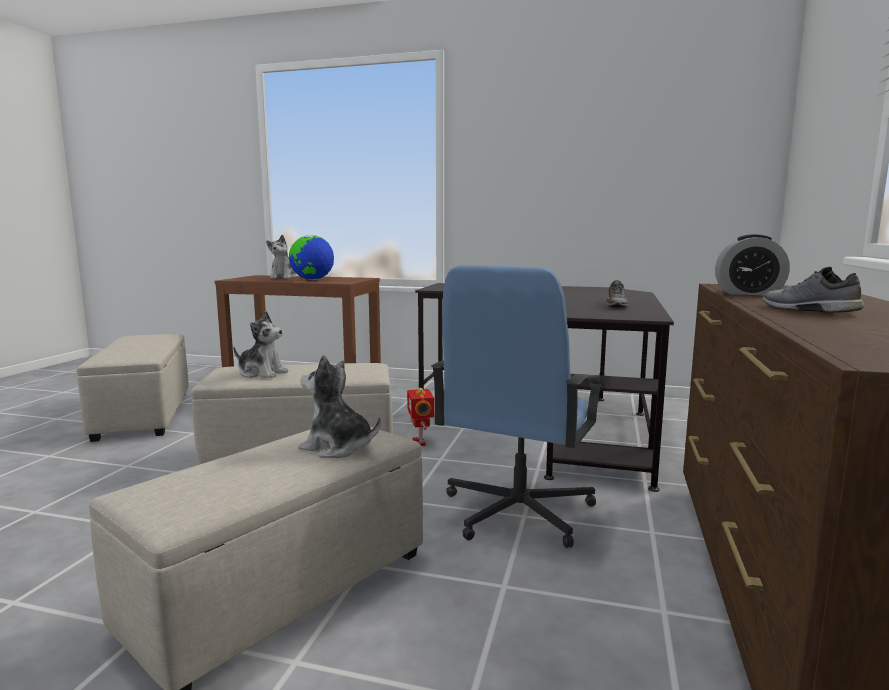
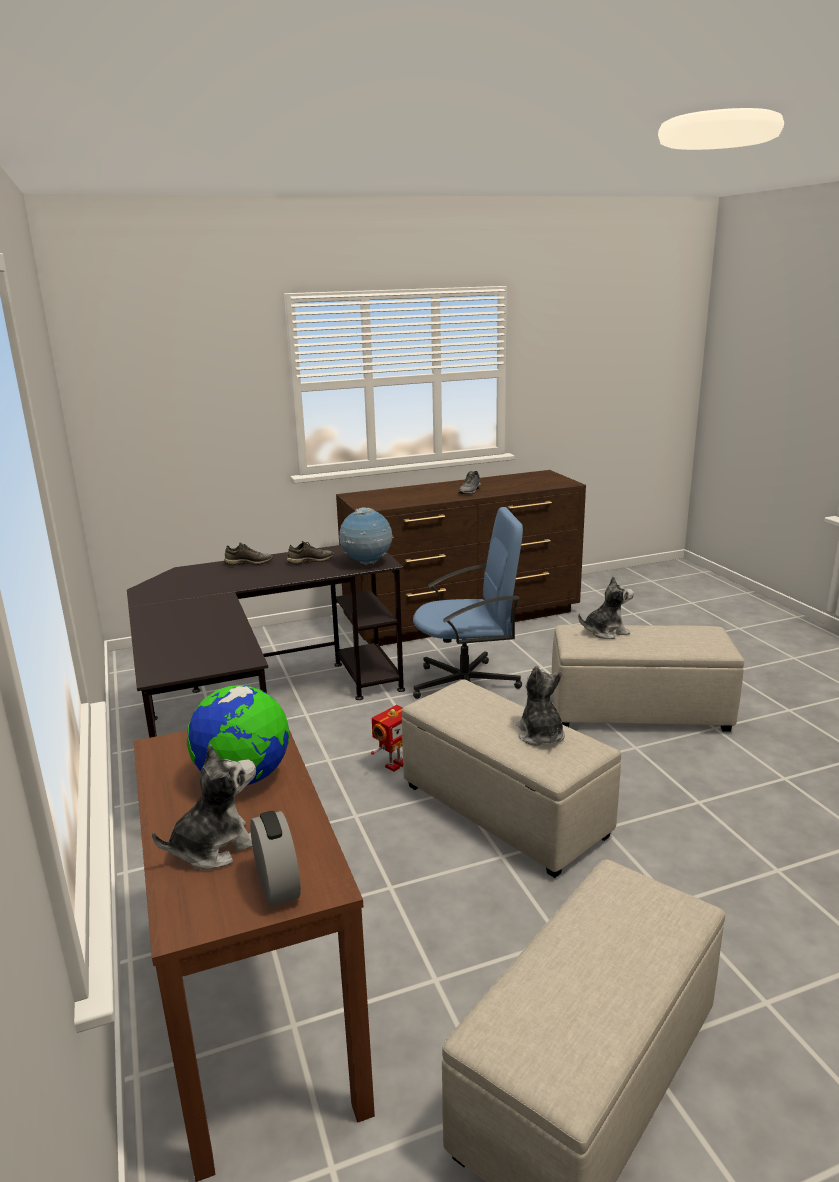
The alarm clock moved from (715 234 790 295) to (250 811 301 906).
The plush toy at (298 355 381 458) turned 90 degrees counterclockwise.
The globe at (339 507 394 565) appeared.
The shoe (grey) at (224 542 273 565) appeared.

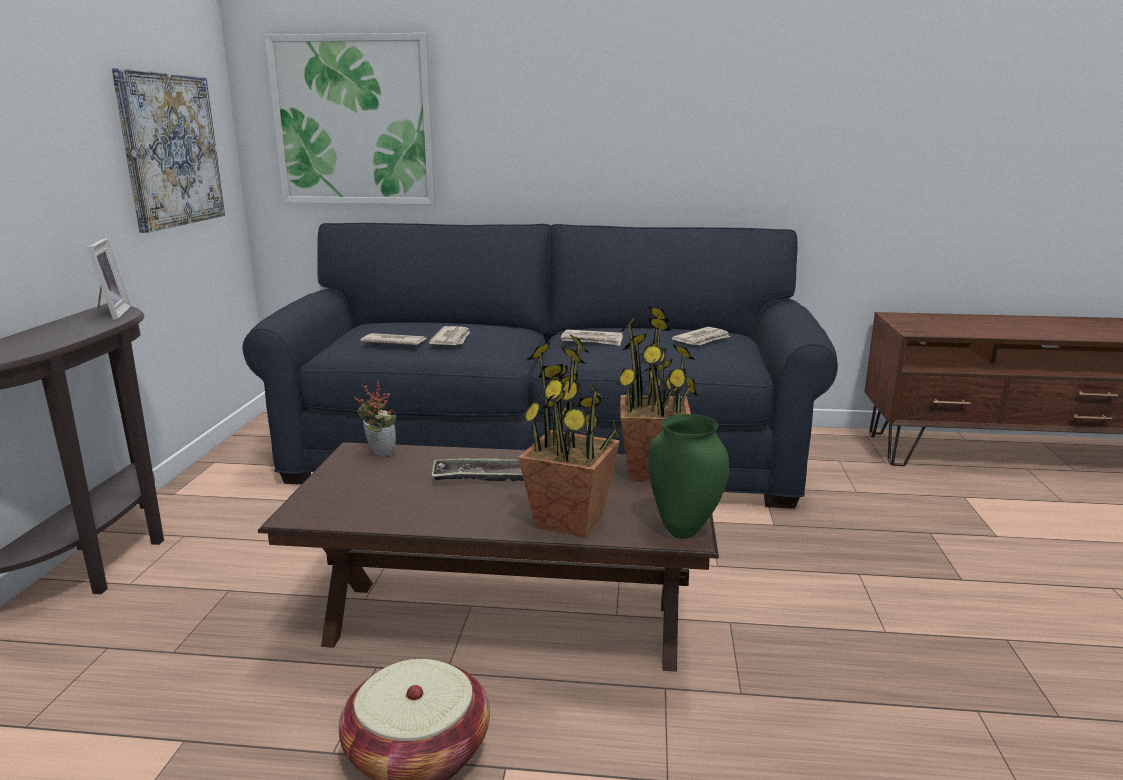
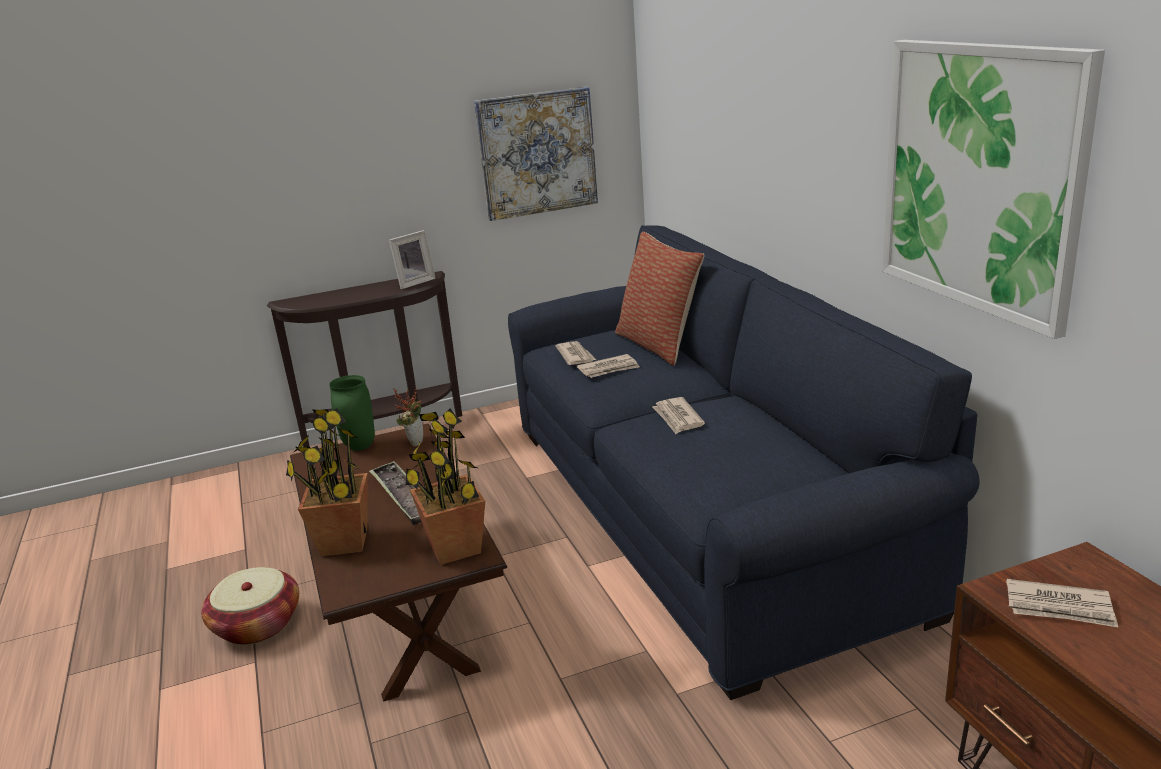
The picture moved from (265 33 436 204) to (882 40 1105 339).
The newspaper moved from (672 327 730 345) to (1006 579 1118 627).
The vase (green) moved from (648 414 729 539) to (329 375 375 451).
The pillow at (615 231 704 366) appeared.

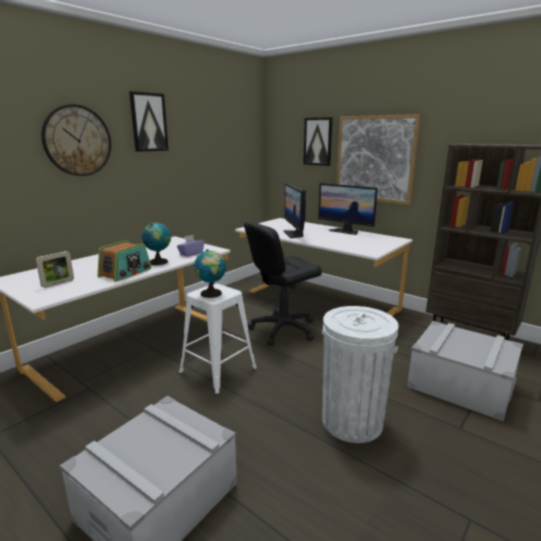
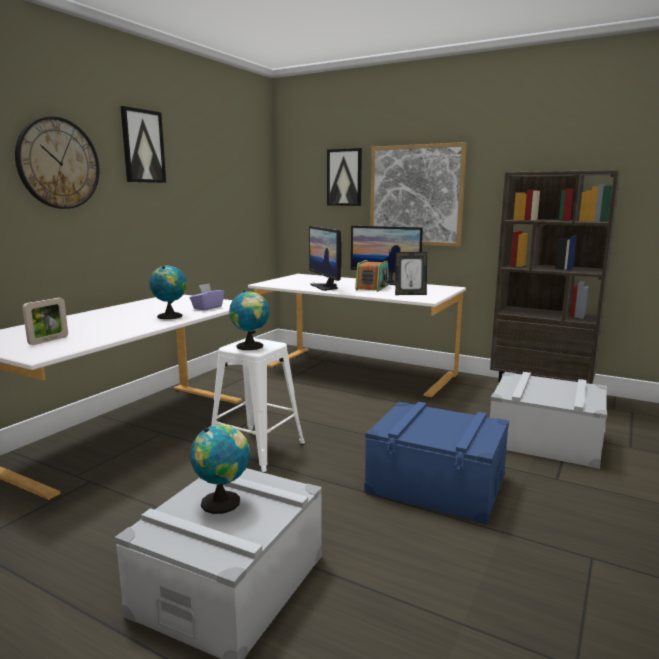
The office chair (black) at (244 221 322 345) disappeared.
The radio moved from (98 240 151 282) to (355 260 391 292).
The trash can (white) at (322 306 399 443) was replaced by the storage box (blue) at (364 402 509 524).
The picture frame at (395 252 427 295) appeared.
The globe at (190 424 250 514) appeared.

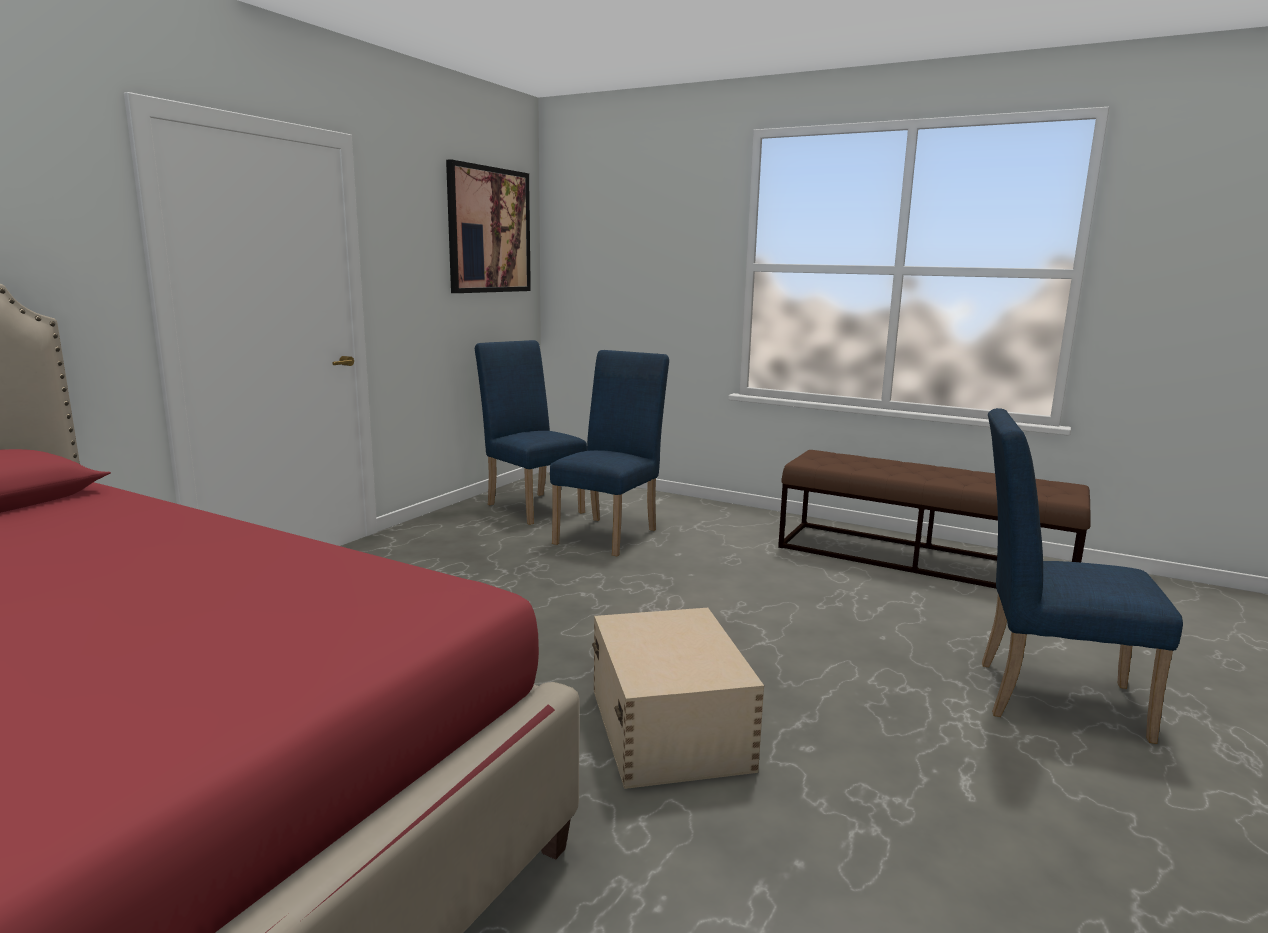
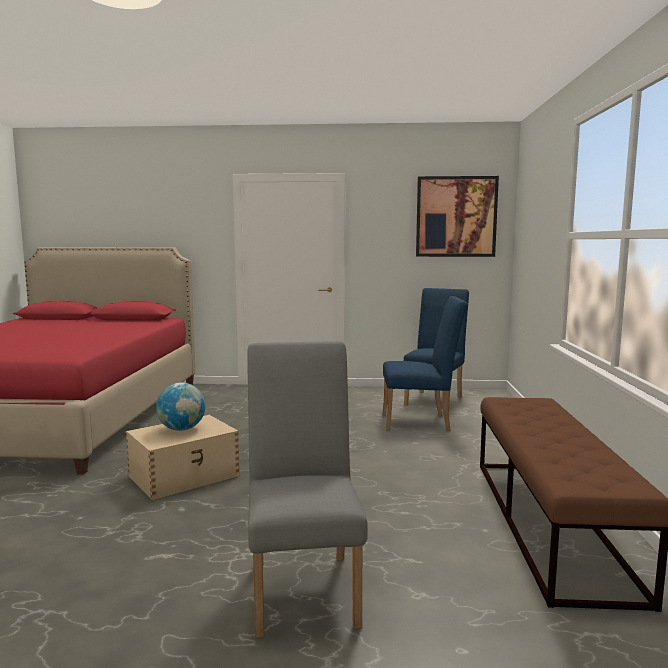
The chair (blue) at (982 408 1183 744) became the chair (grey) at (247 341 368 638).
The globe at (156 383 206 431) appeared.

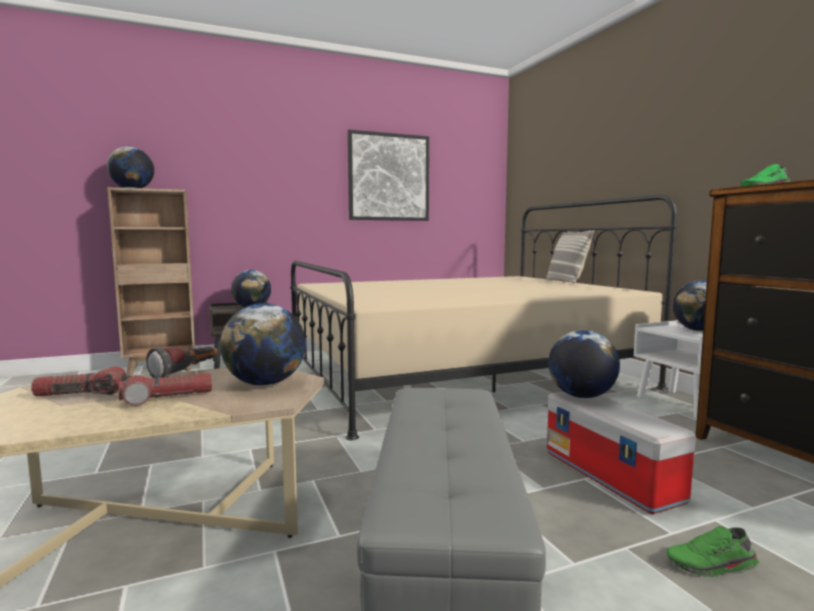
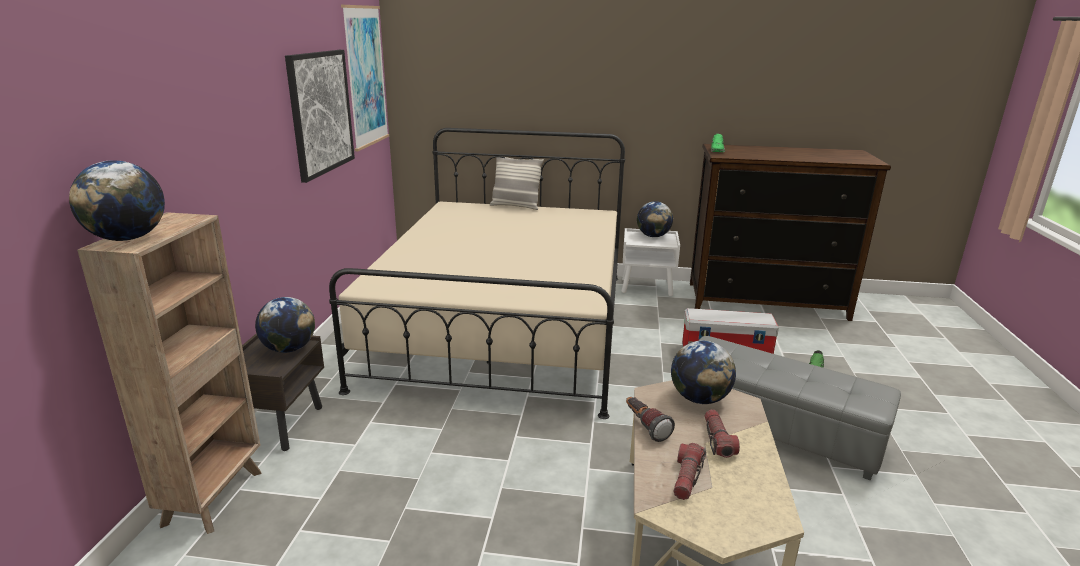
The globe at (548 330 620 398) disappeared.
The picture at (341 5 389 151) appeared.

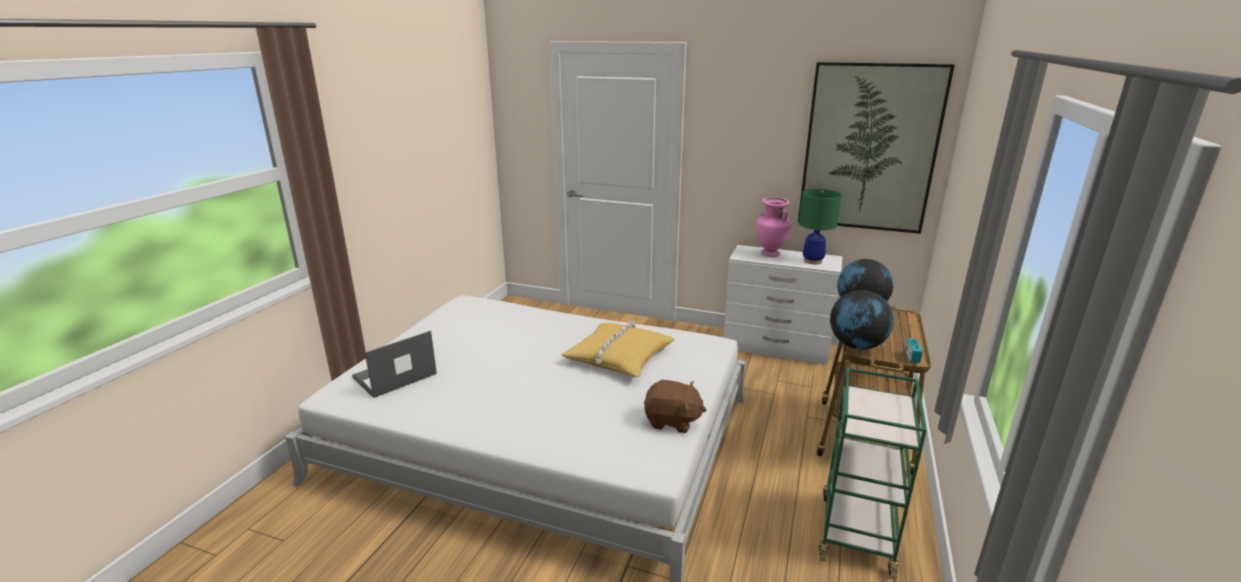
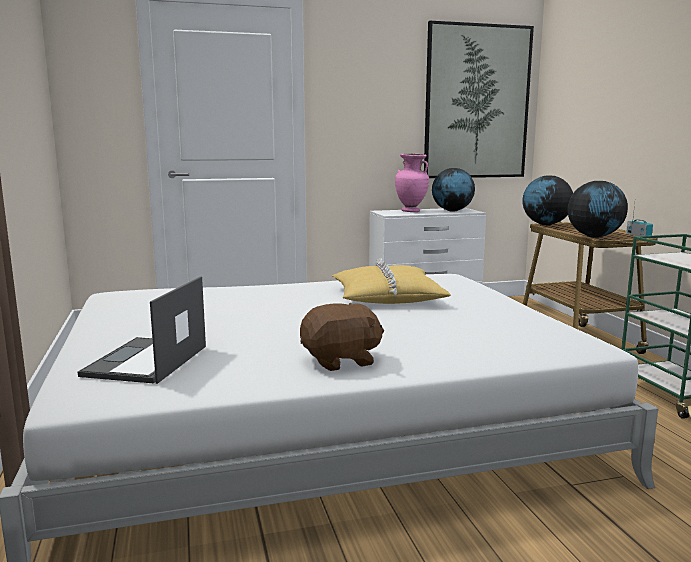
The table lamp (green) at (799 189 842 264) was replaced by the globe at (432 168 475 211).
The plush toy (brown) moved from (644 380 706 433) to (300 303 384 371).

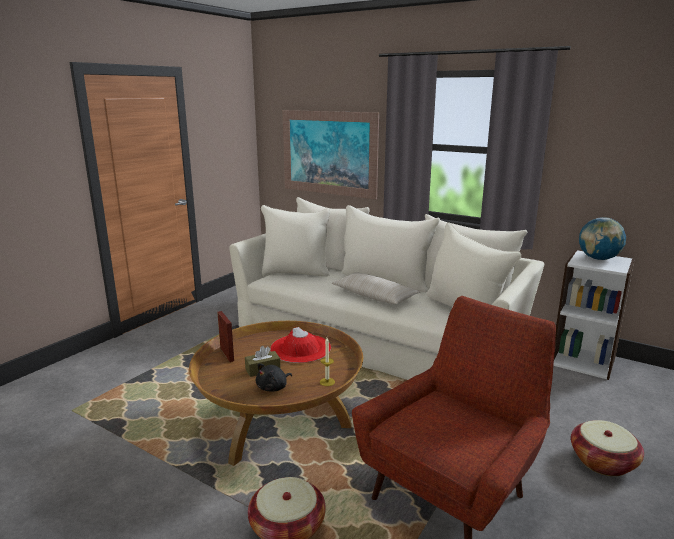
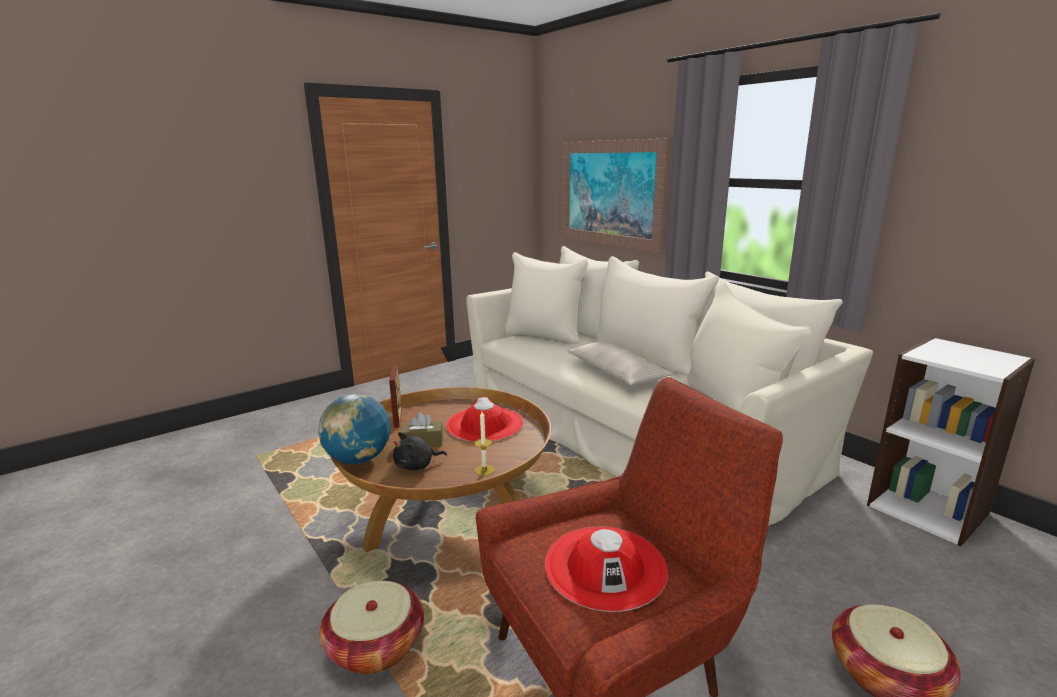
The globe moved from (579 217 626 260) to (318 394 391 464).
The hat (red) at (545 527 668 612) appeared.

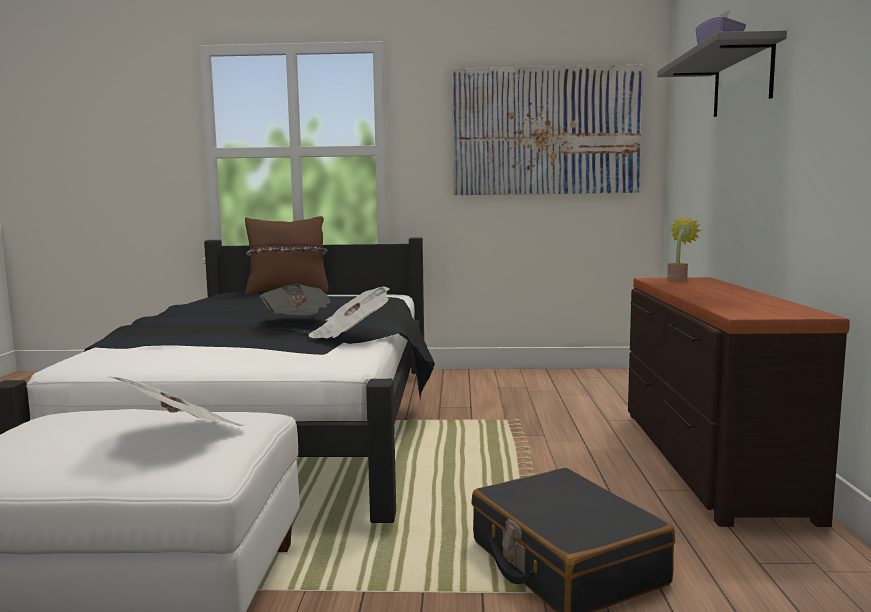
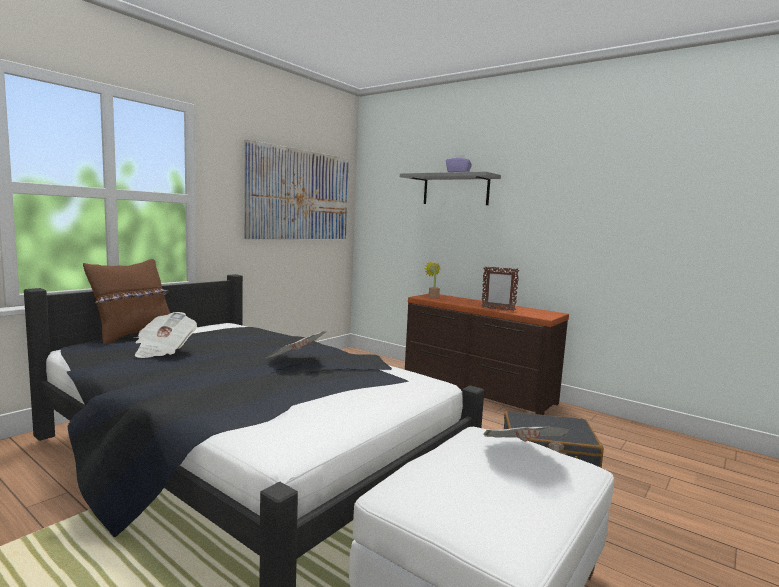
The newspaper moved from (309 287 389 339) to (135 312 197 358).
The picture frame at (482 266 519 311) appeared.

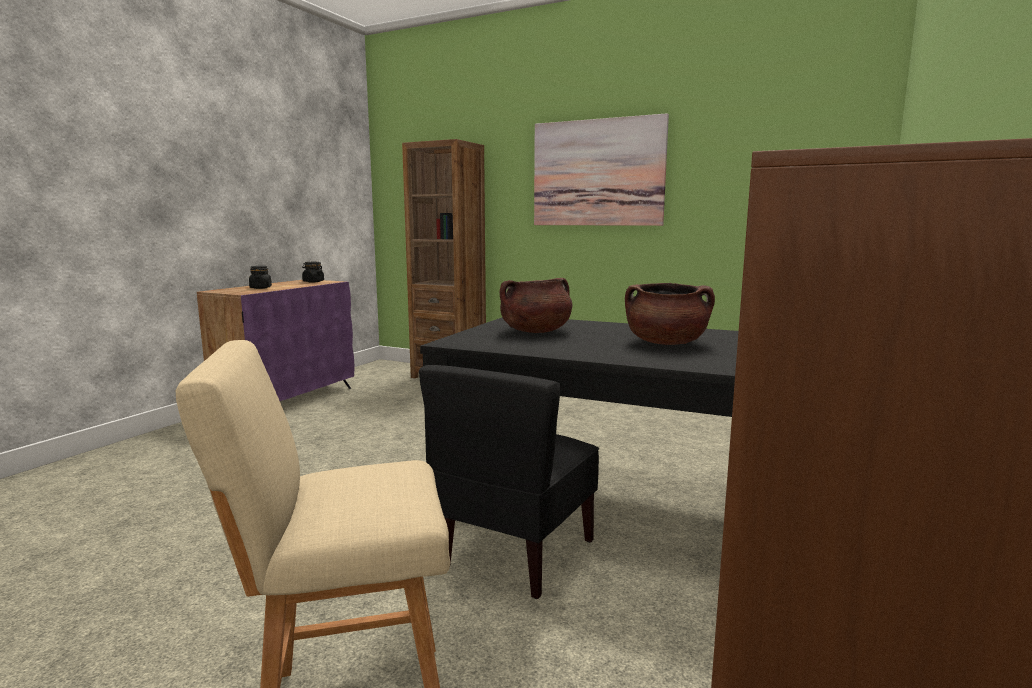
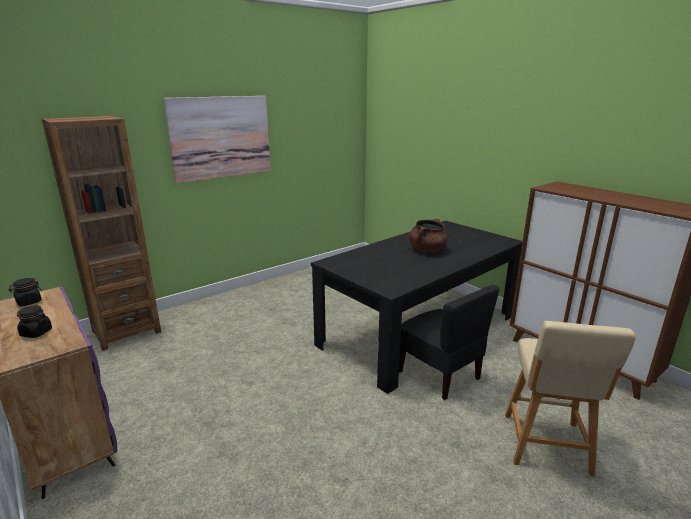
The cooking pot (brown) at (500 278 572 333) disappeared.

